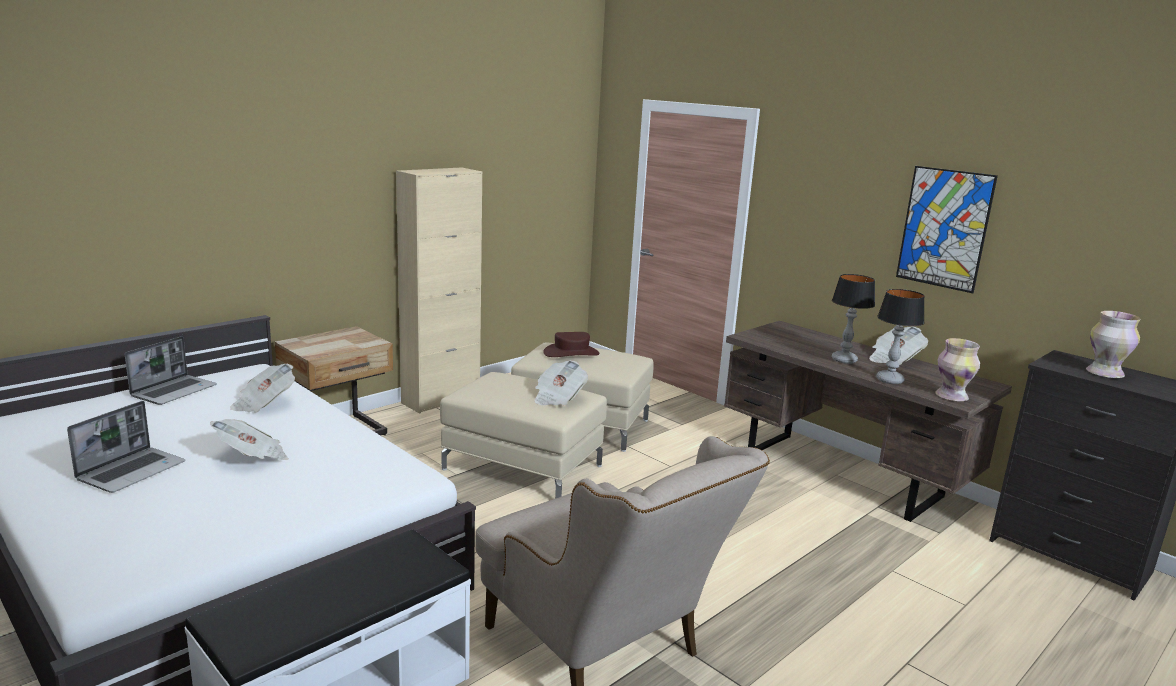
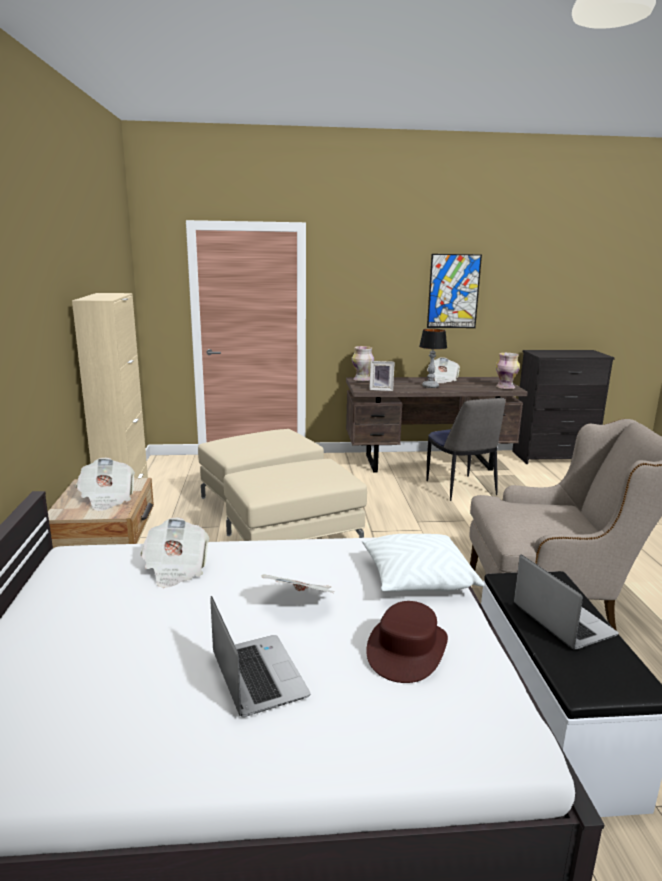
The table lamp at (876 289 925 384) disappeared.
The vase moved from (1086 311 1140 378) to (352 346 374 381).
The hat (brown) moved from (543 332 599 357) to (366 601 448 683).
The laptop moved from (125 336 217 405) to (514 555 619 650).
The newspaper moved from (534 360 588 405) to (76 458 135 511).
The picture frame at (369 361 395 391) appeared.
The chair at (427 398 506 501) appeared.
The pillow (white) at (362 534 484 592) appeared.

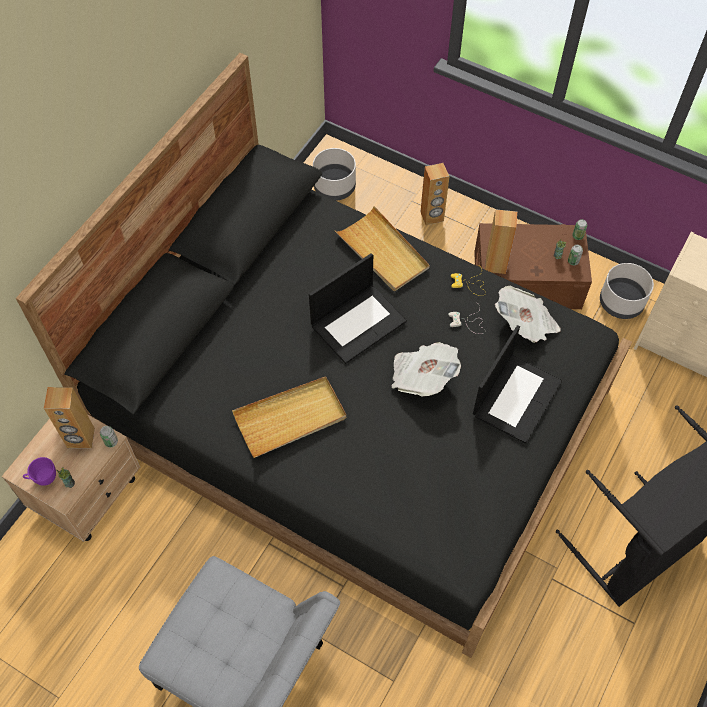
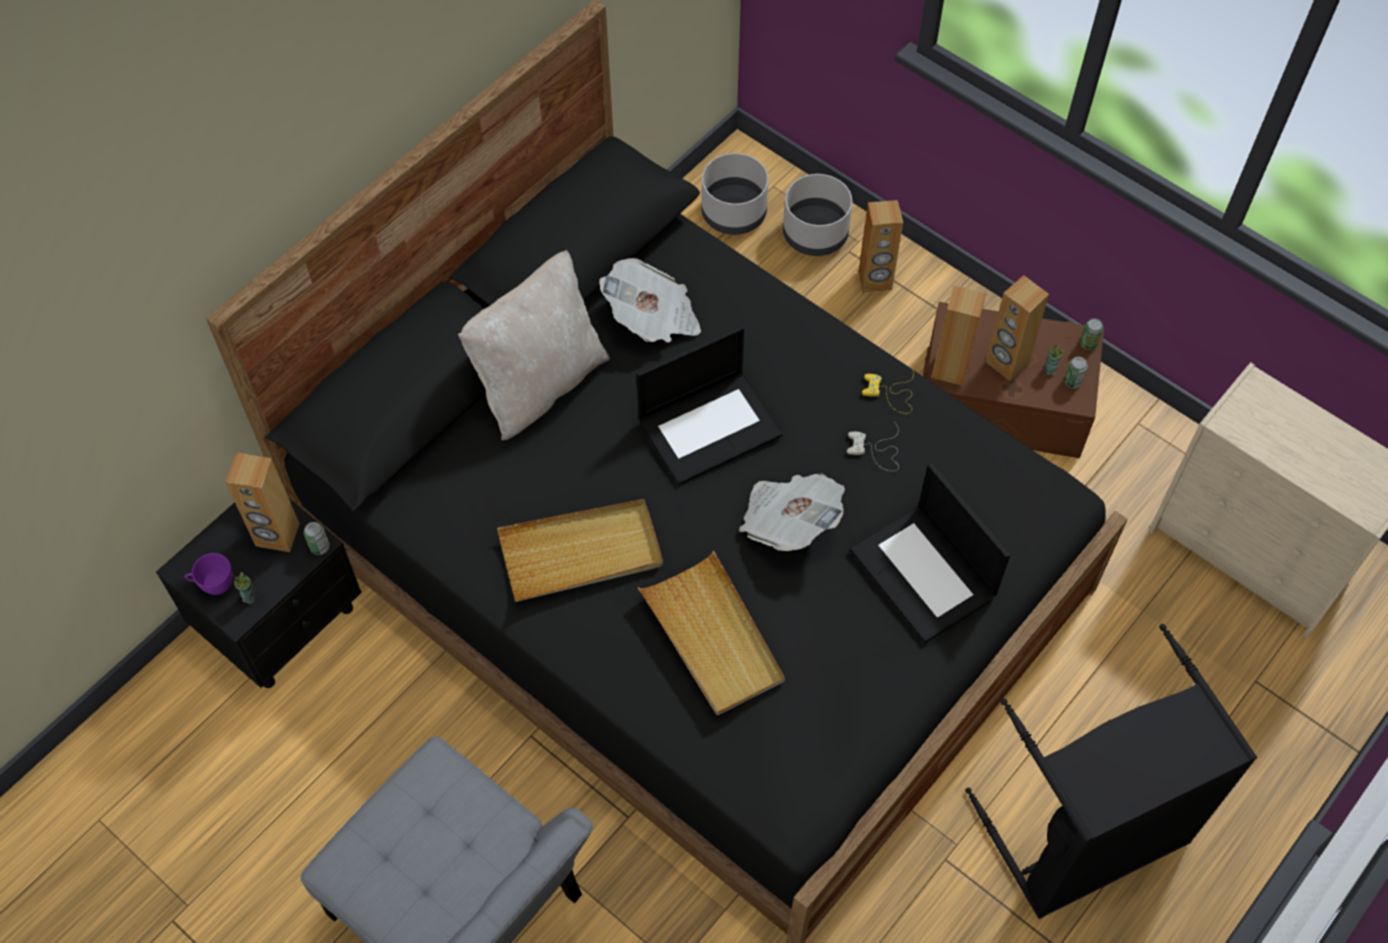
The tray (beige) moved from (335 206 430 291) to (638 551 785 715).
The planter (grey) moved from (600 263 654 319) to (783 174 852 256).
The newspaper moved from (495 286 561 343) to (599 258 701 343).
The laptop at (473 325 562 444) turned 105 degrees clockwise.
The nightstand (beige) at (2 414 140 542) became the nightstand (black) at (156 499 362 688).
The pillow (beige) at (458 250 610 440) appeared.
The speaker (brown) at (986 275 1049 381) appeared.

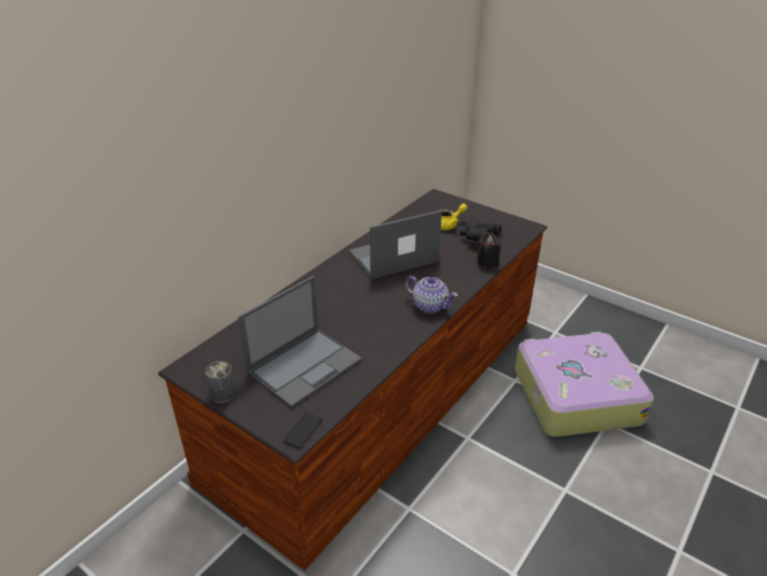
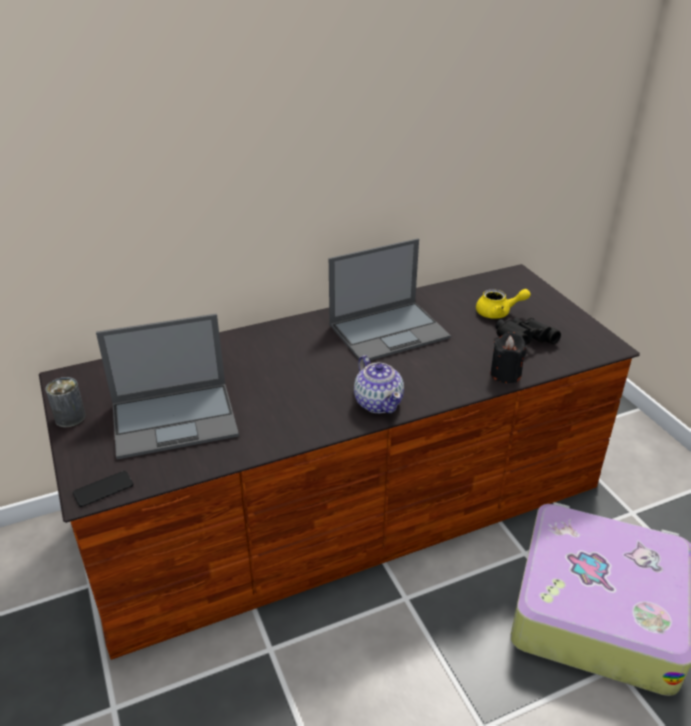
The laptop at (349 210 442 280) turned 150 degrees clockwise.

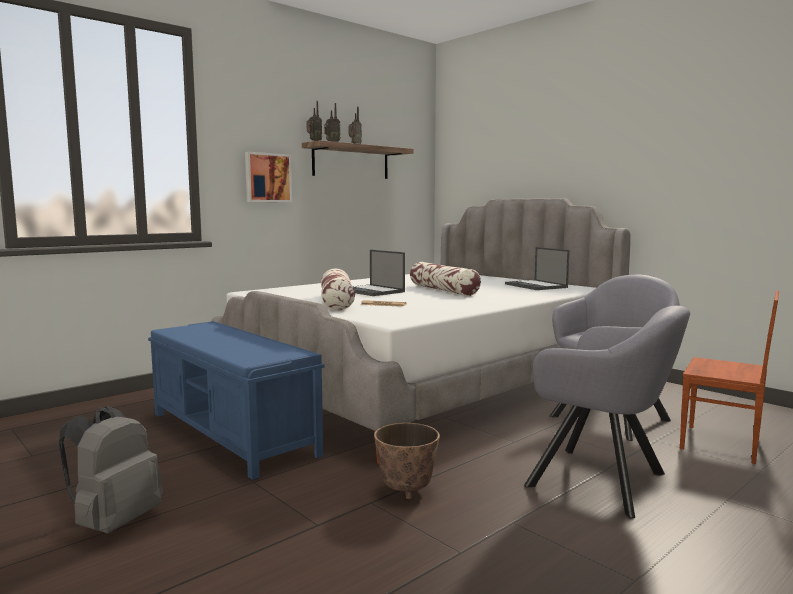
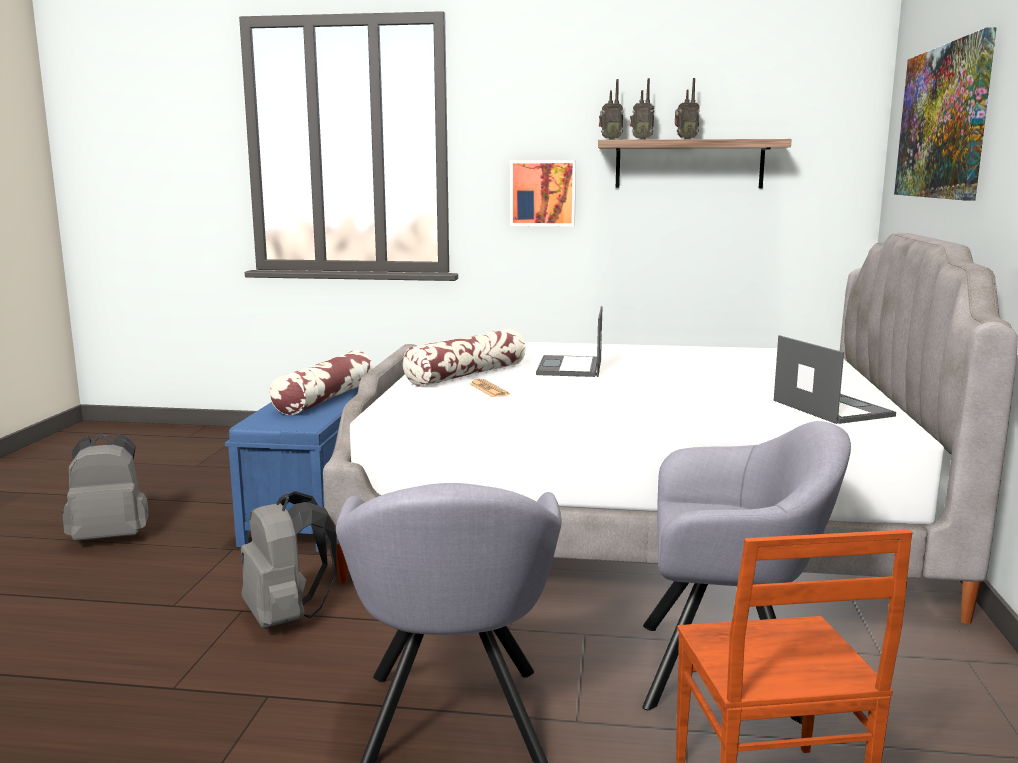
The laptop at (505 247 570 290) turned 135 degrees clockwise.
The pillow moved from (410 262 481 296) to (269 350 374 415).
The planter at (374 423 440 499) was replaced by the backpack (grey) at (241 491 337 628).
The picture at (894 27 997 201) appeared.

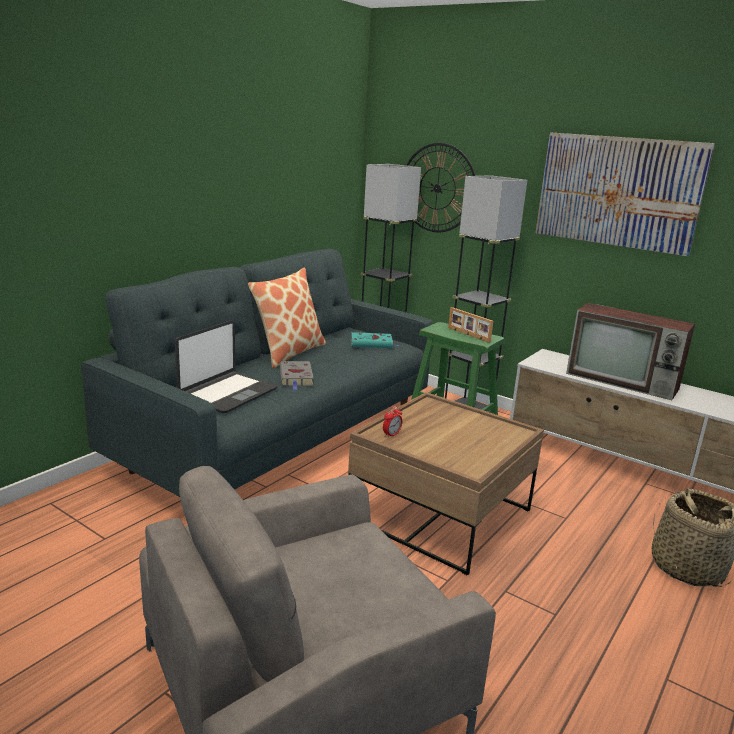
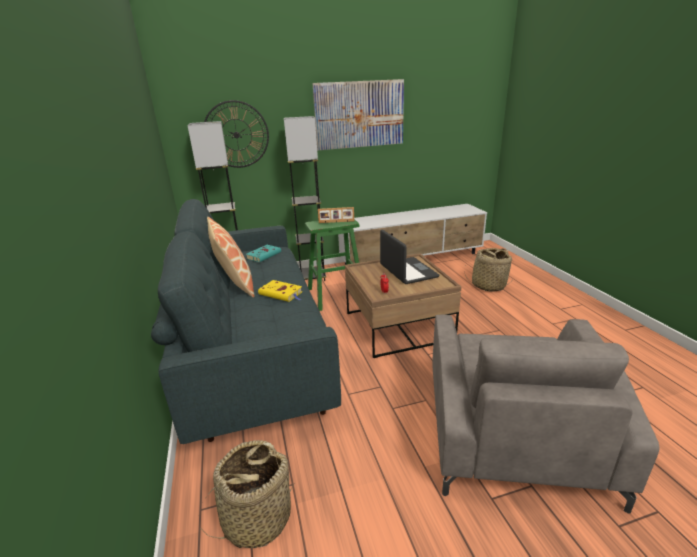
The television at (566 303 695 400) disappeared.
The laptop moved from (175 320 278 413) to (380 229 440 284).
The book (grey) at (279 361 313 390) became the book (yellow) at (258 280 303 302).
The basket at (200 440 295 548) appeared.

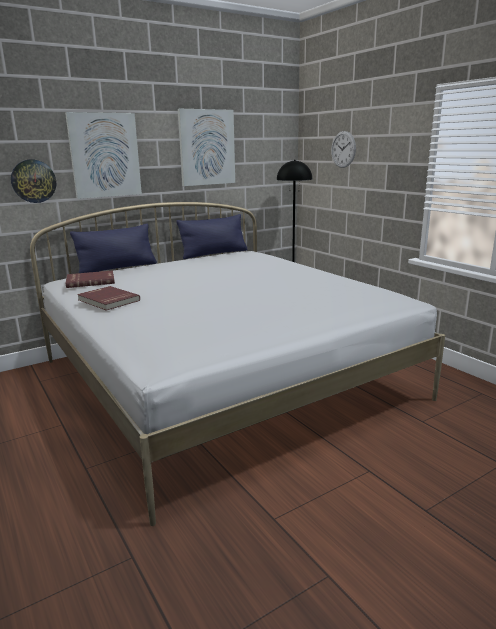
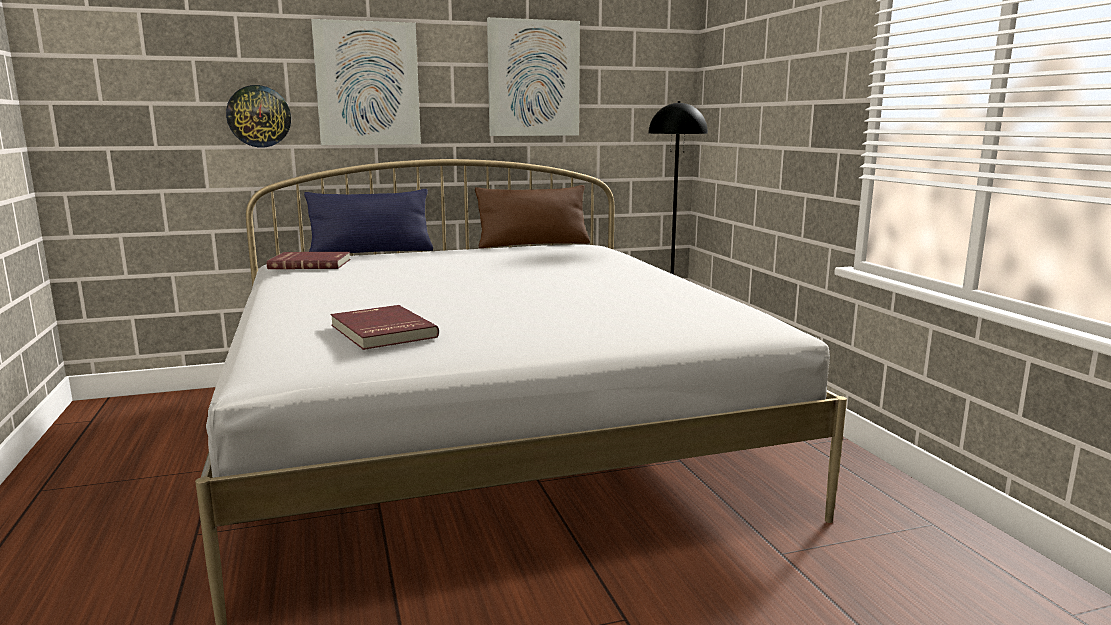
The wall clock at (331 131 356 168) disappeared.
The pillow (blue) at (176 214 248 259) became the pillow (brown) at (475 185 590 248).
The book (red) moved from (77 286 140 311) to (330 305 439 350).

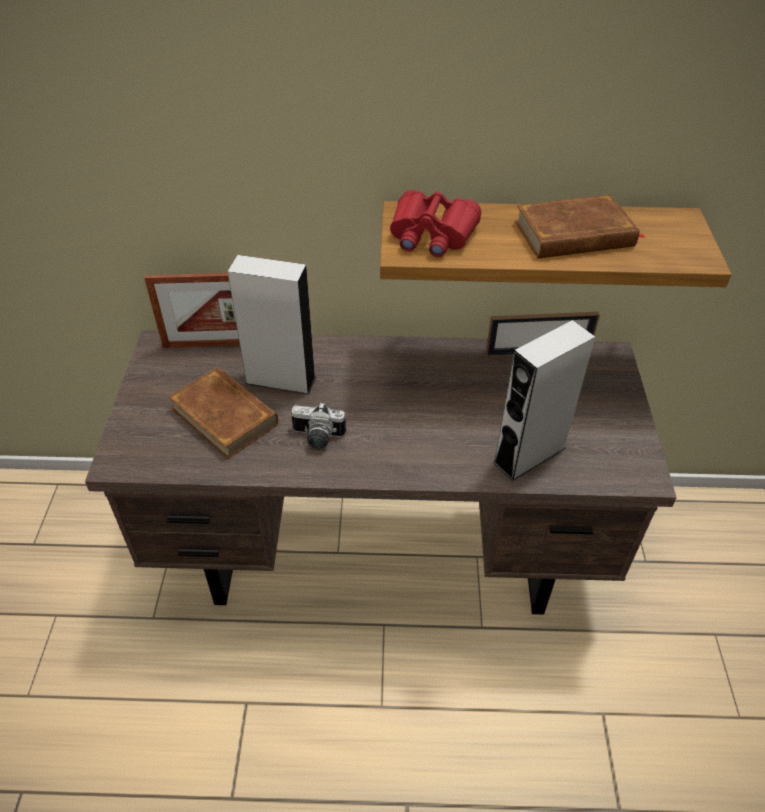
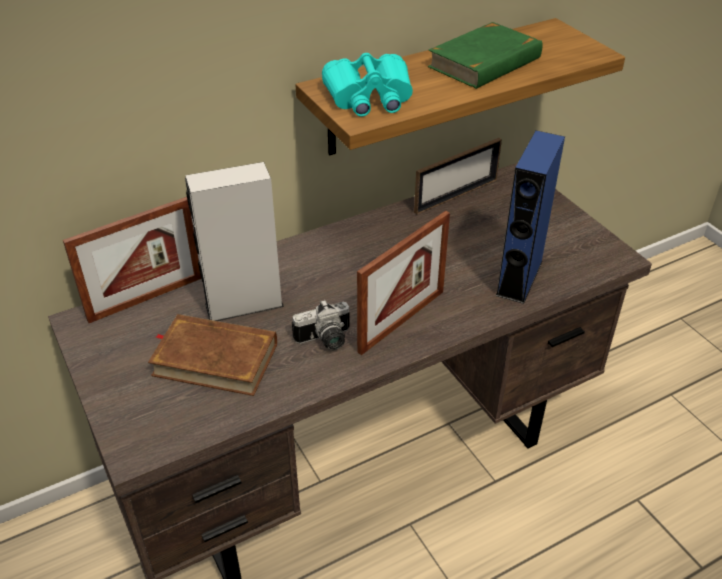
The binoculars (red) at (390 190 481 257) became the binoculars (turquoise) at (322 53 413 117).
The book (brown) at (515 195 645 258) became the book (green) at (428 22 543 89).
The speaker (grey) at (493 320 595 481) became the speaker (blue) at (496 130 565 304).
The picture frame at (357 211 450 355) appeared.

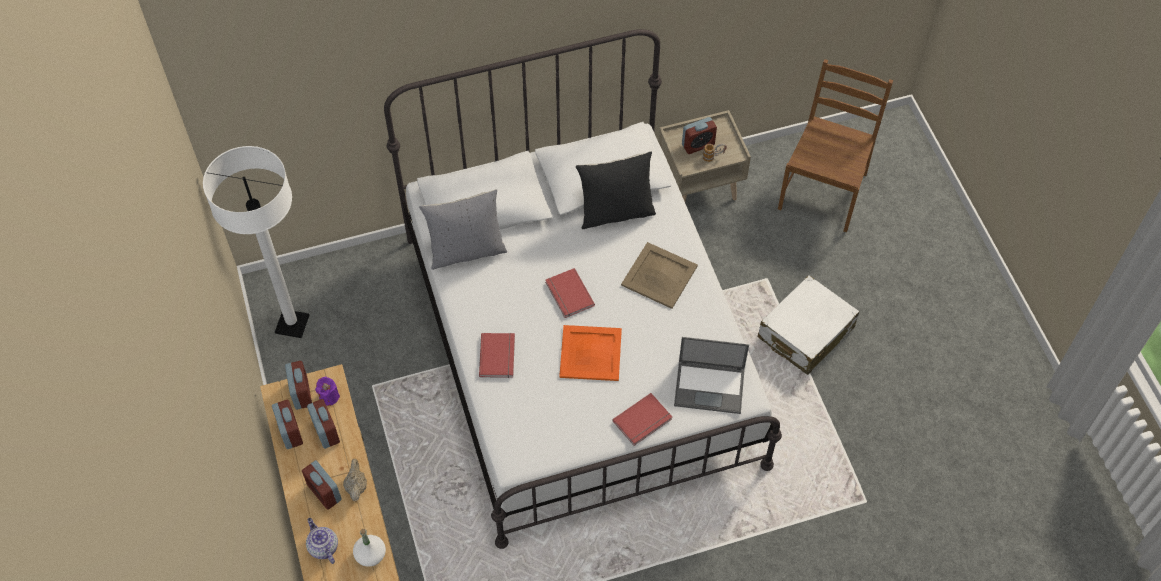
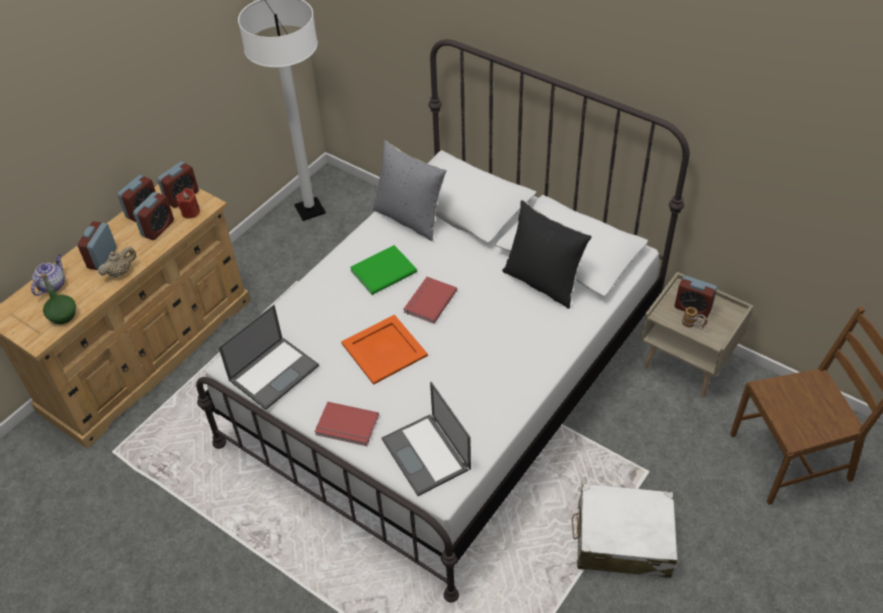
The tray (beige) at (621 242 698 309) disappeared.
The book (red) at (479 333 515 378) disappeared.
The candle (purple) at (315 376 340 406) became the candle (red) at (176 188 200 219).
The bottle (white) at (353 529 386 567) became the bottle (green) at (41 273 76 324).
The book (green) at (350 245 417 295) appeared.
The laptop at (218 305 319 410) appeared.

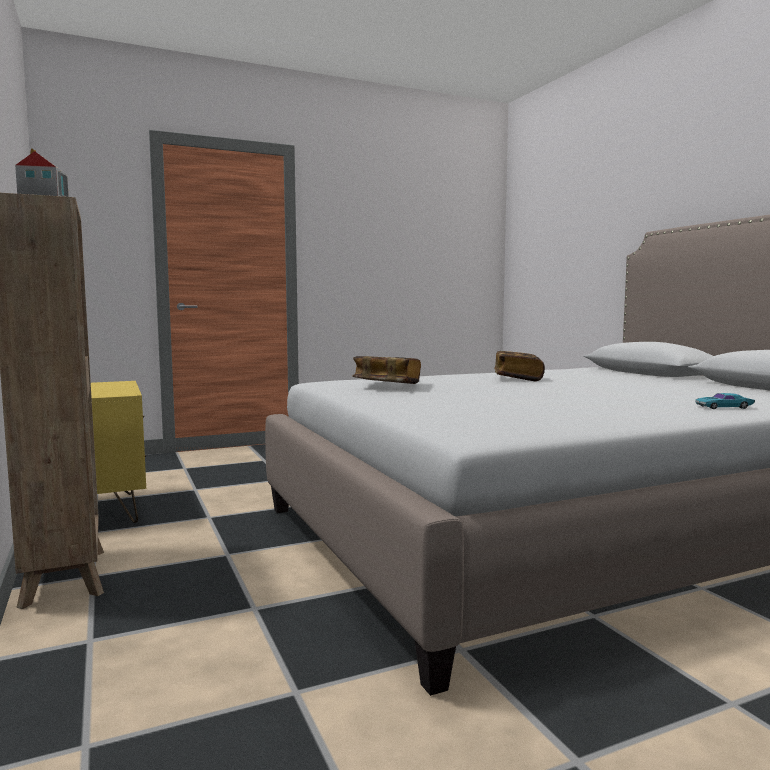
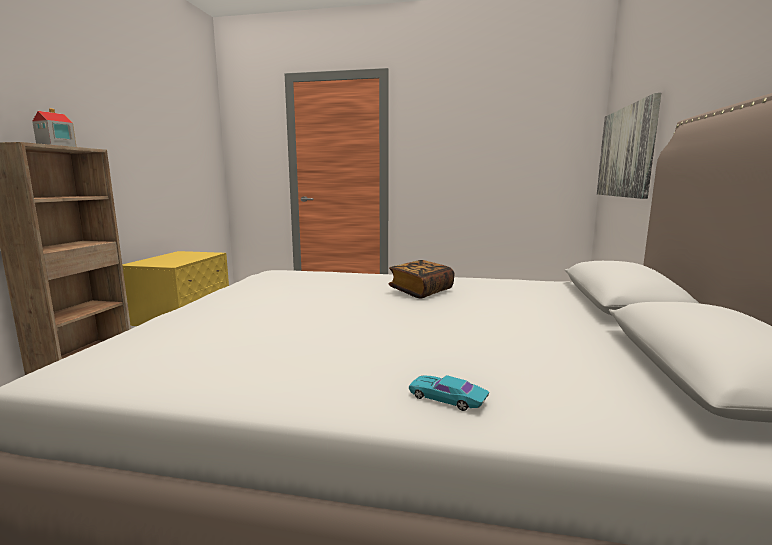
The book at (352 356 421 384) disappeared.
The picture at (597 93 661 199) appeared.

